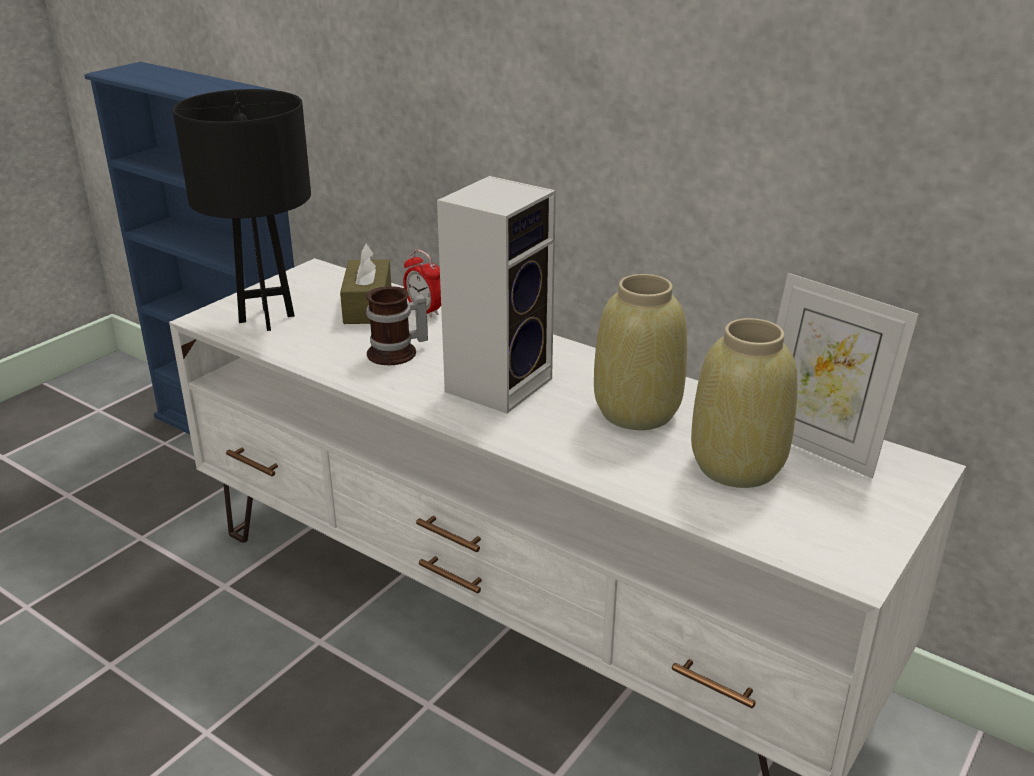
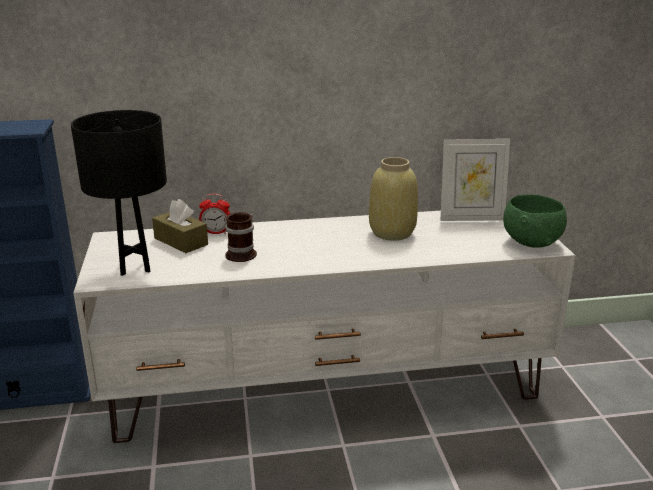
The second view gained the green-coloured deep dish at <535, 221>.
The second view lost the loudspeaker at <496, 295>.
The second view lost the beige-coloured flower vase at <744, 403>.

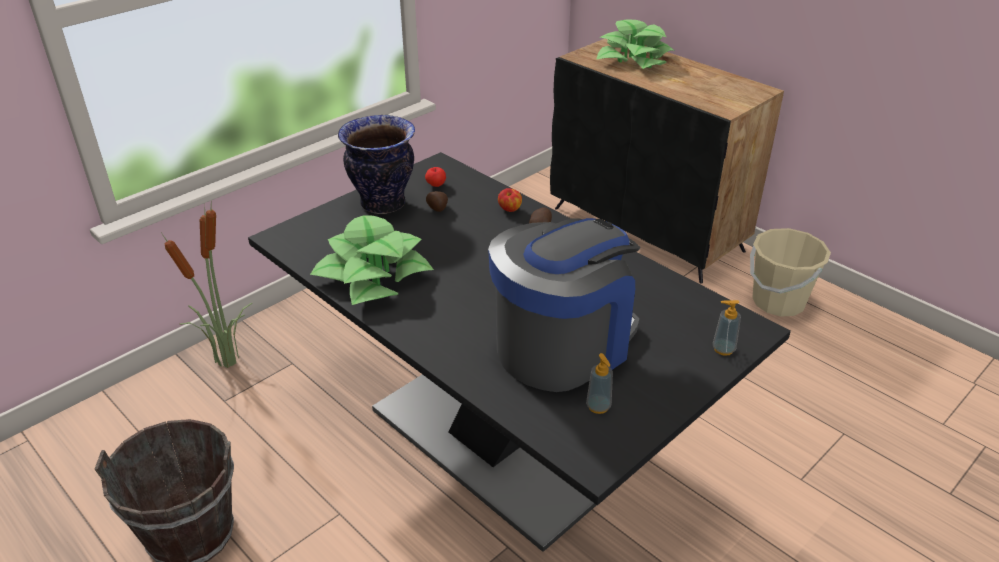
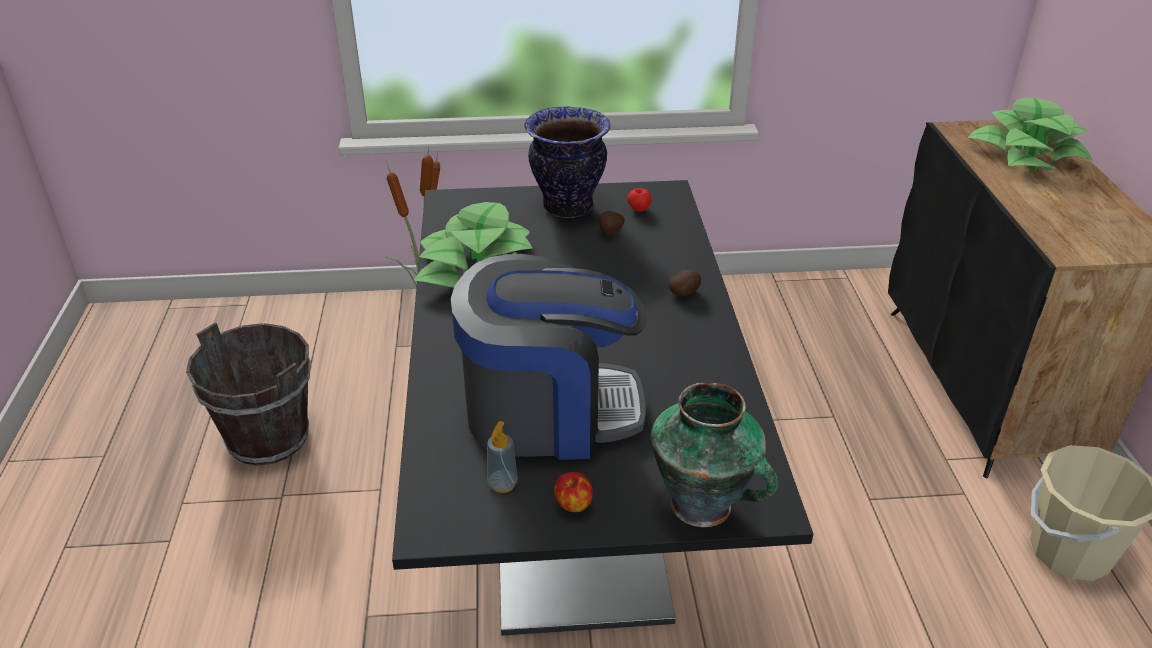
The apple fruit ended up elsewhere, having gone from <510, 200> to <573, 492>.
Where the soap dispenser stood at <727, 328>, the flower vase came to stand at <714, 455>.

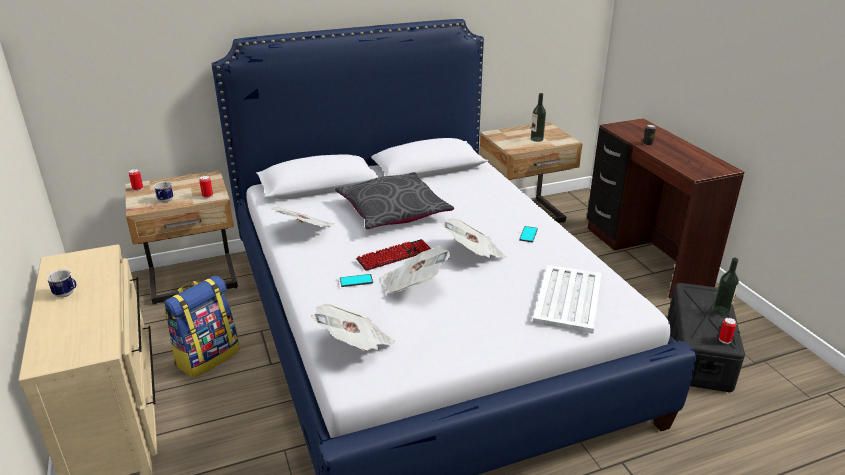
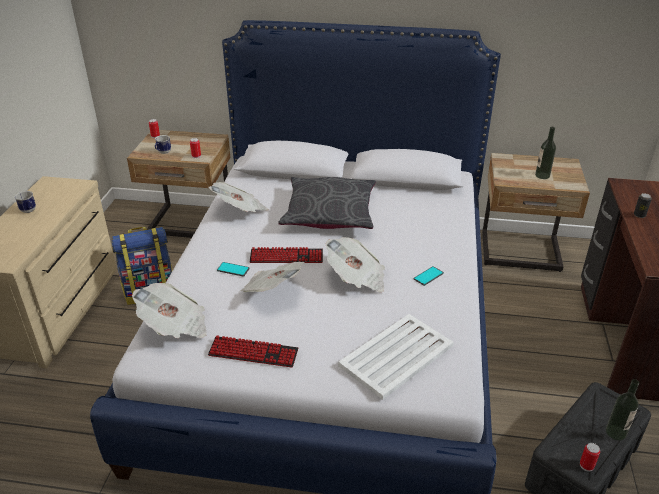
The second view gained the PC keyboard at <253, 351>.

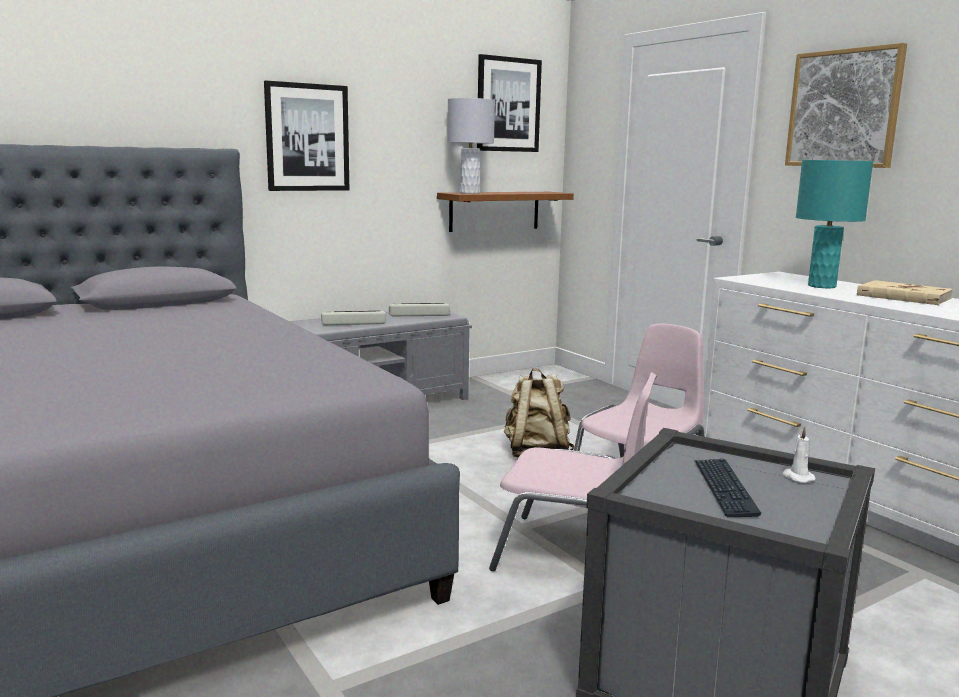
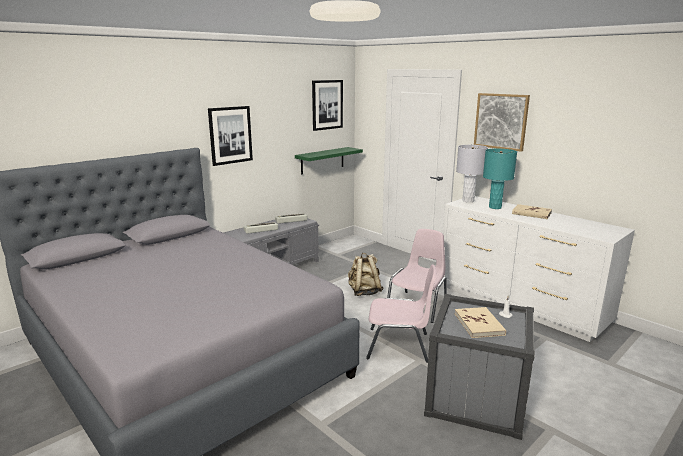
What was the brownish wall shelf at <505, 212> turned into the green-coloured wall shelf at <329, 161>.
Where the PC keyboard stood at <727, 488>, the beige-coloured book came to stand at <480, 322>.
The gray tabletop lamp ended up elsewhere, having gone from <471, 146> to <472, 173>.

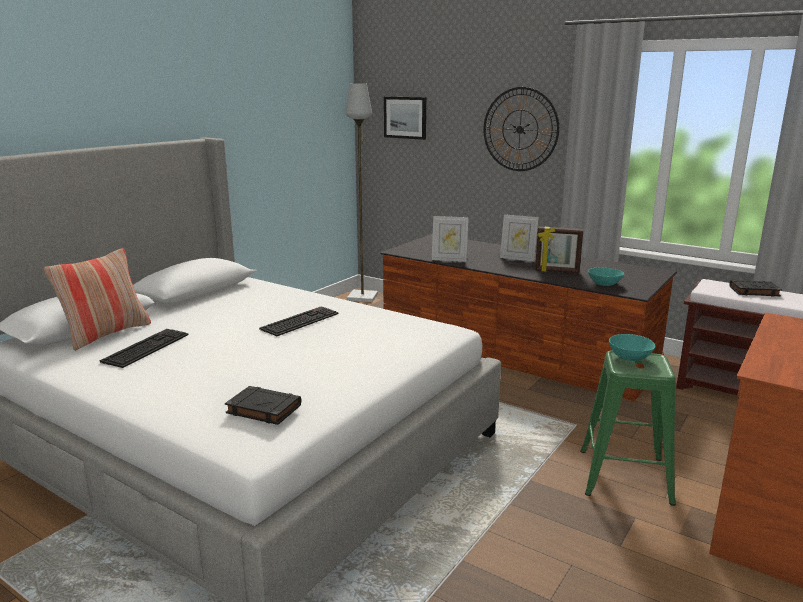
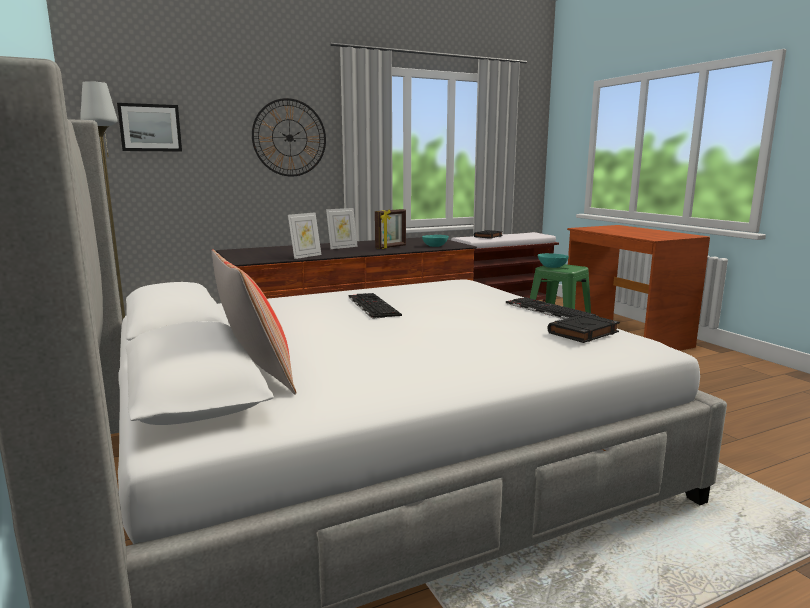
The PC keyboard ended up elsewhere, having gone from <144, 348> to <552, 308>.

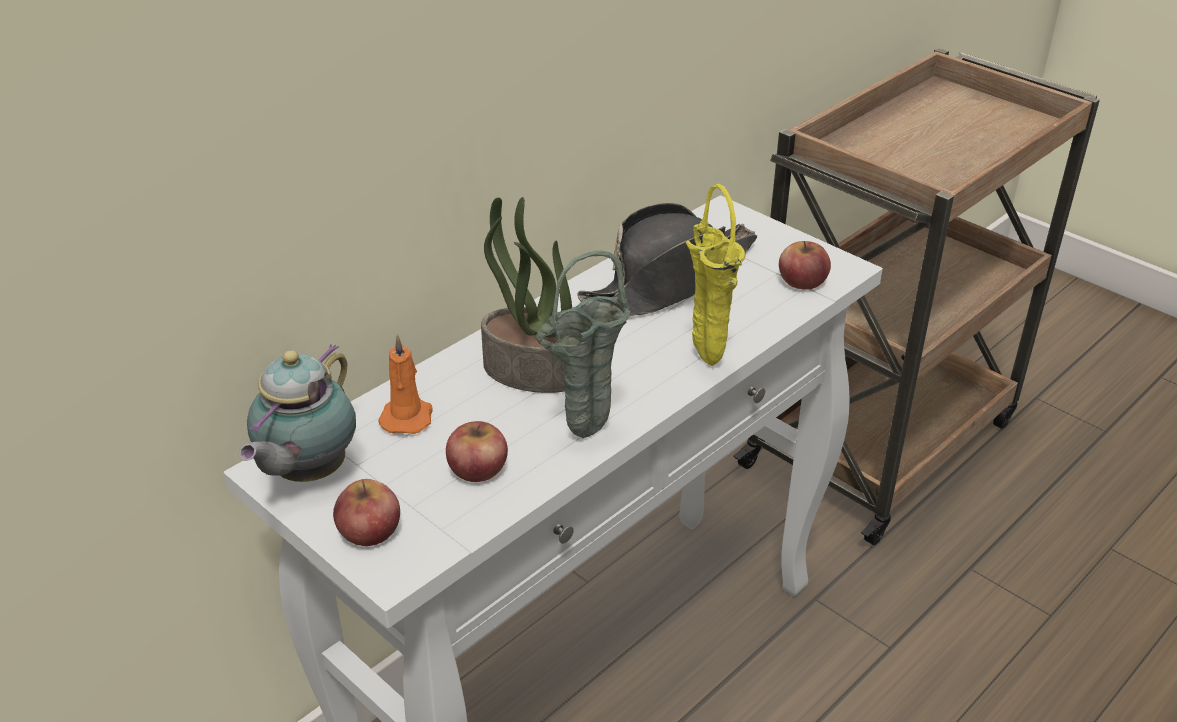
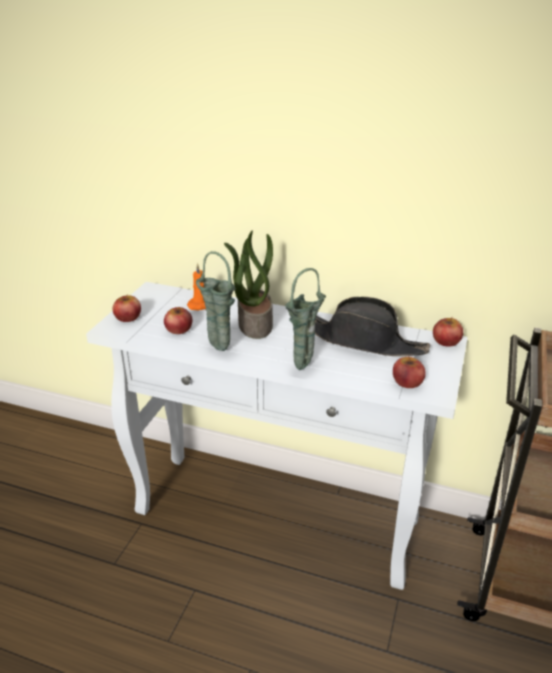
What was the yellowish flower vase at <715, 275> turned into the green-coloured flower vase at <305, 319>.
The second view gained the apple fruit at <448, 332>.
The second view lost the pot for tea at <297, 413>.

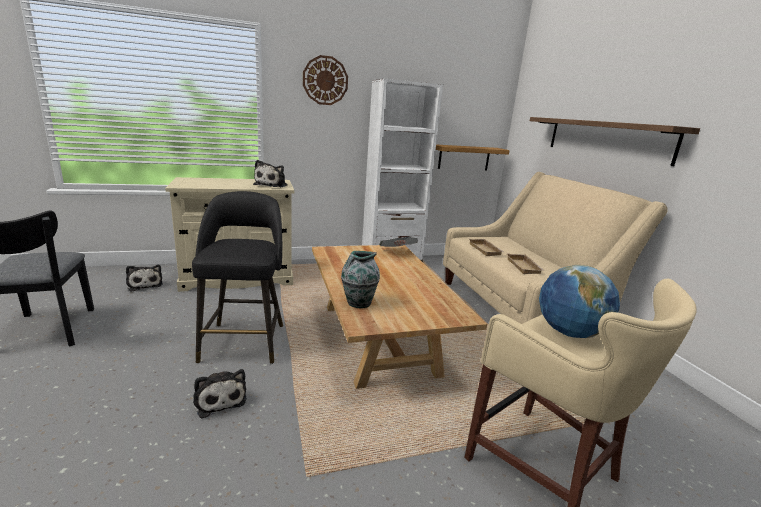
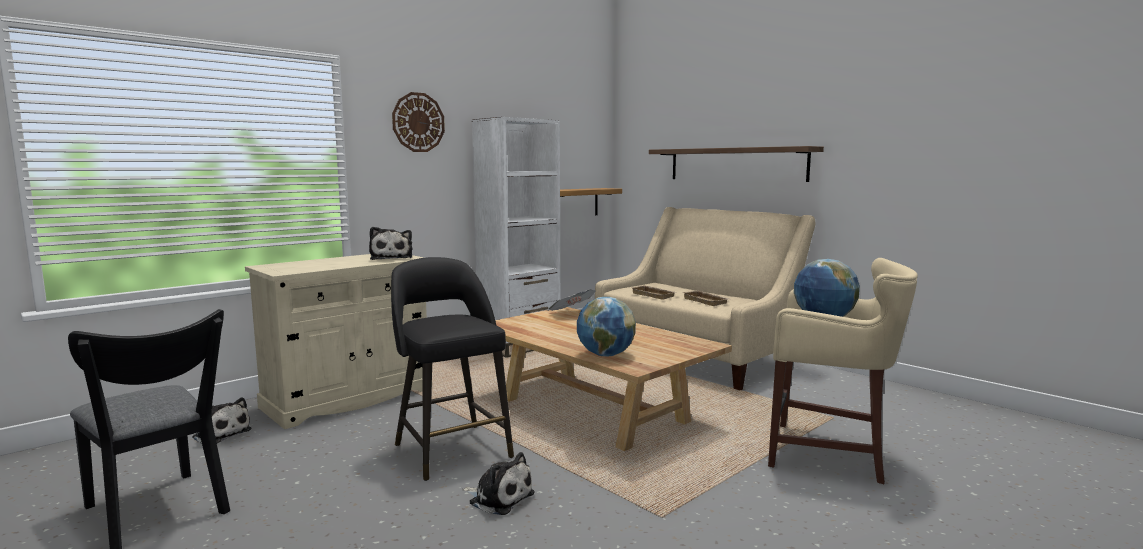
Where the flower vase stood at <360, 279>, the world globe came to stand at <606, 327>.

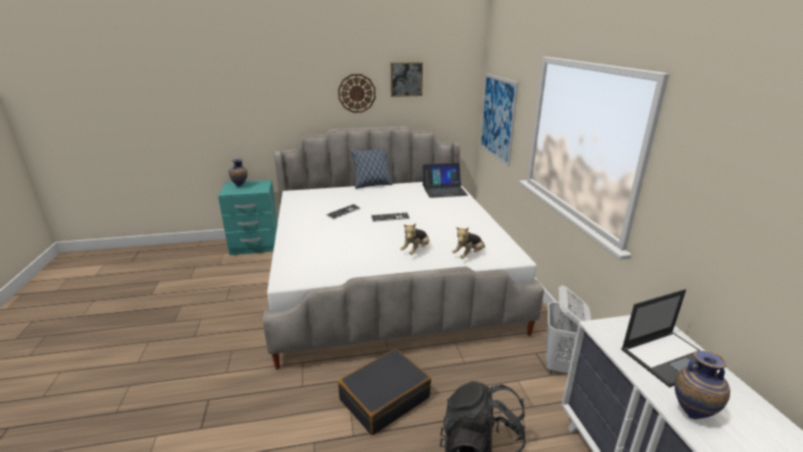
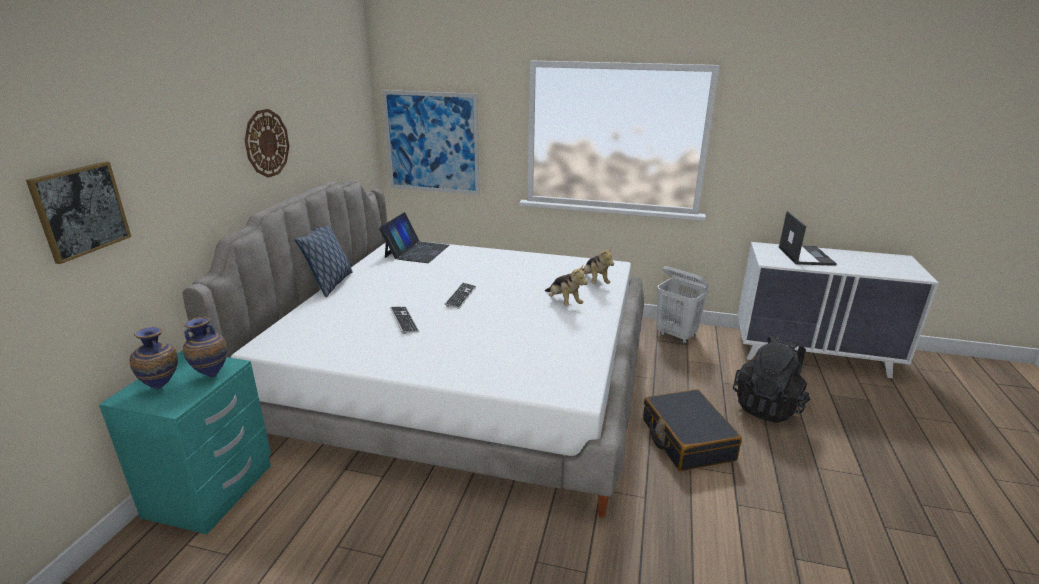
The wall picture ended up elsewhere, having gone from <407, 79> to <78, 212>.
The flower vase ended up elsewhere, having gone from <702, 385> to <205, 347>.

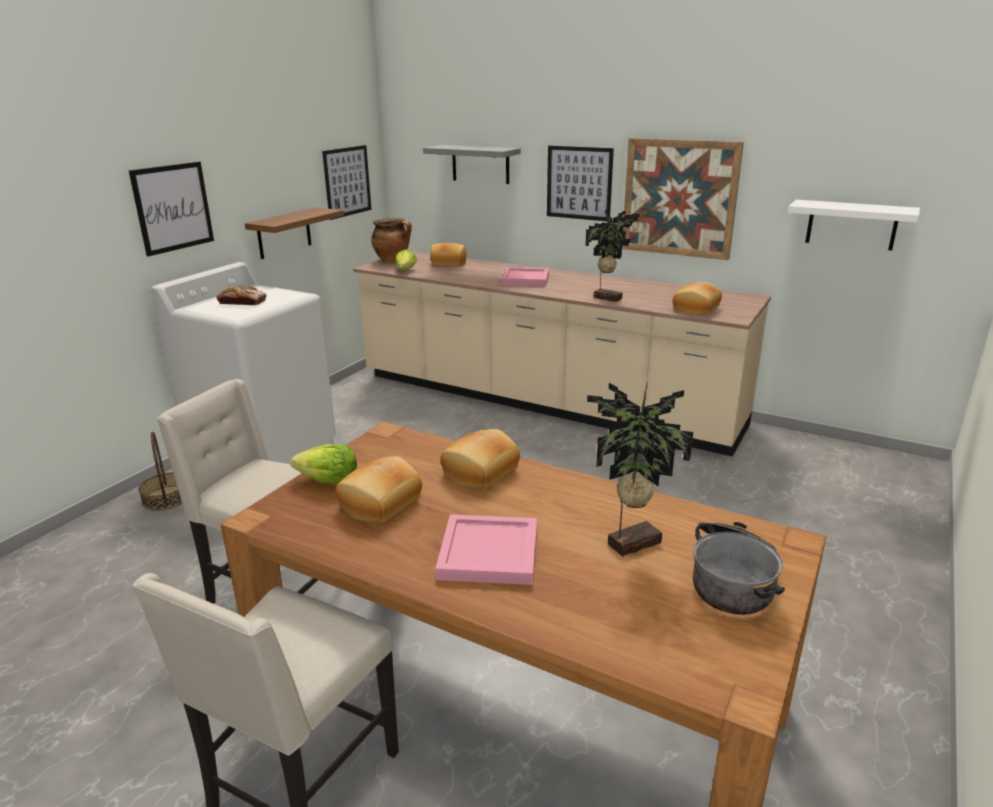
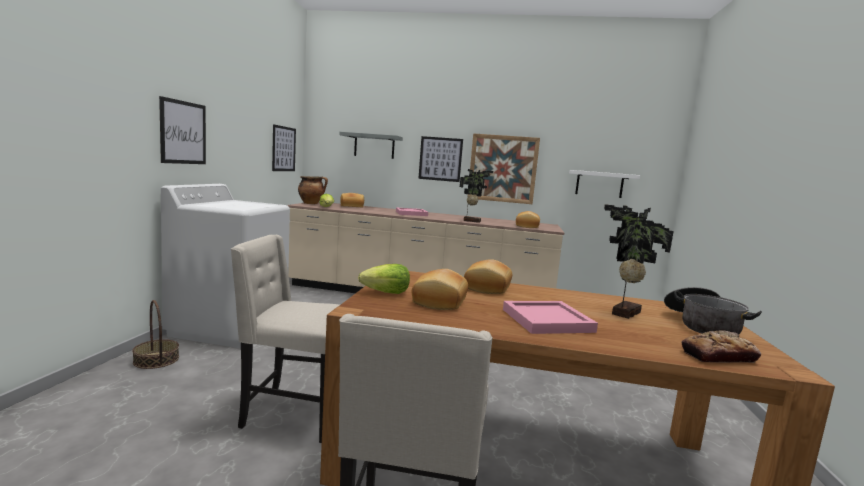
The baked bread ended up elsewhere, having gone from <241, 295> to <721, 346>.
The second view lost the brownish wall shelf at <294, 233>.

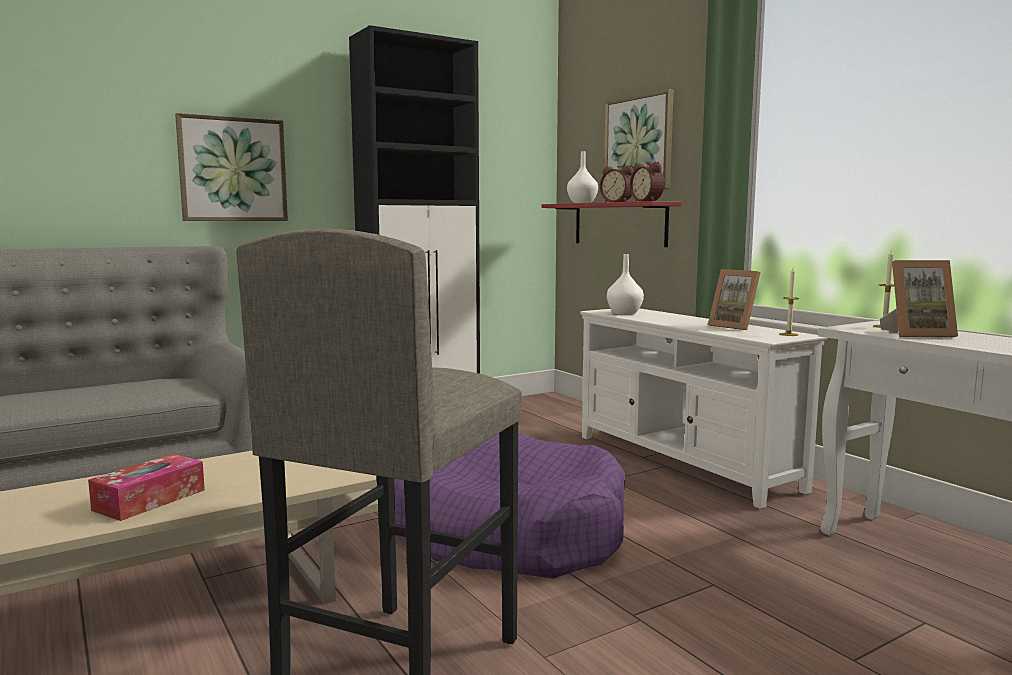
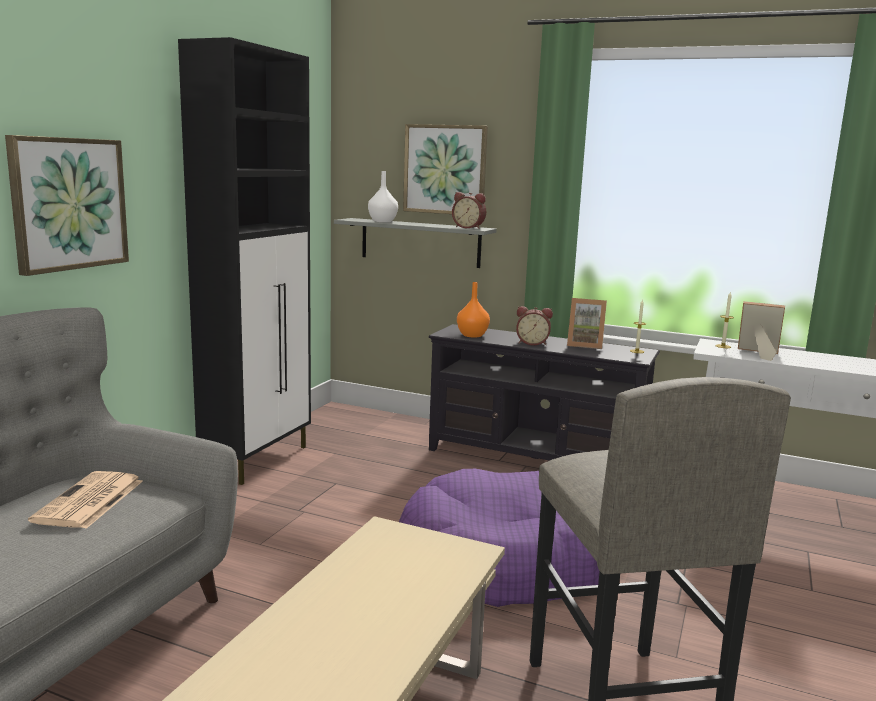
The second view gained the daily paper at <85, 500>.
What was the reddish wall shelf at <612, 224> turned into the gray wall shelf at <415, 243>.
What was the whitish tv unit at <704, 408> turned into the black-coloured tv unit at <544, 392>.
What was the whitish flower vase at <625, 284> turned into the orangey flower vase at <473, 310>.
The alarm clock ended up elsewhere, having gone from <616, 183> to <534, 326>.
The picture frame at <919, 298> ended up facing another way, 120 degrees counterclockwise from before.
The second view lost the tissue holder at <146, 487>.

